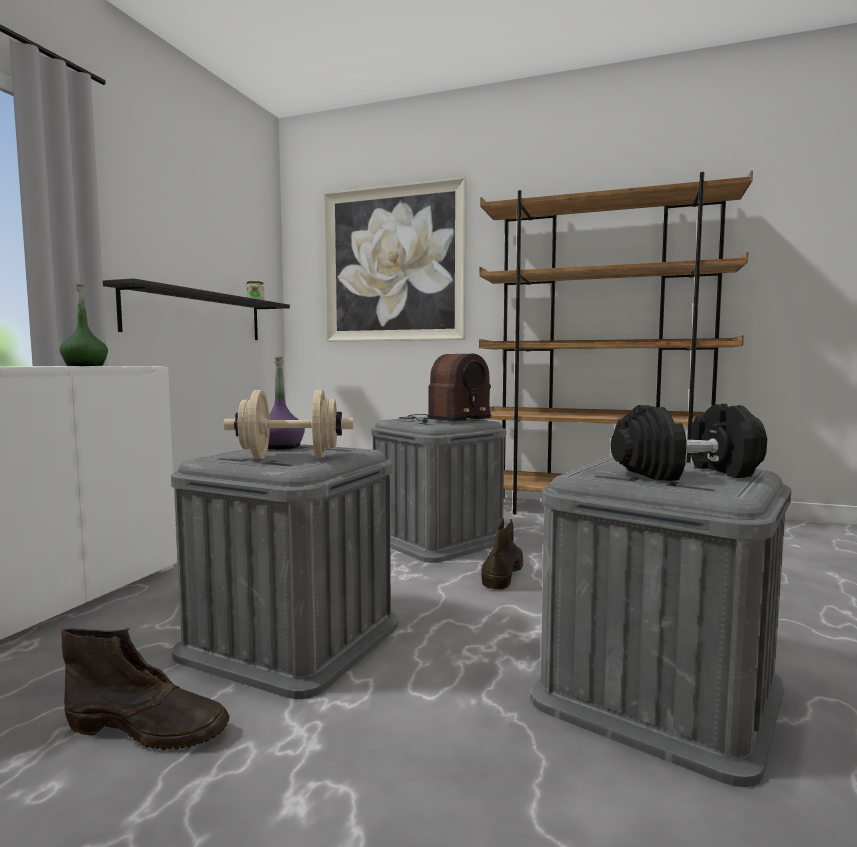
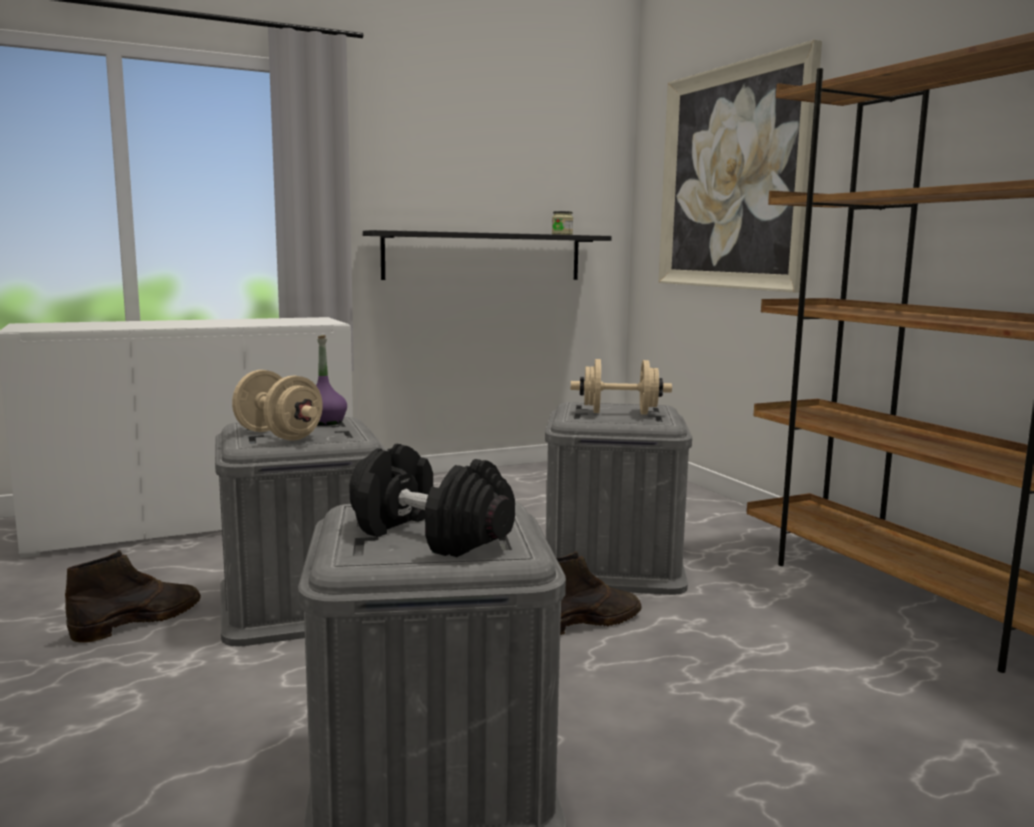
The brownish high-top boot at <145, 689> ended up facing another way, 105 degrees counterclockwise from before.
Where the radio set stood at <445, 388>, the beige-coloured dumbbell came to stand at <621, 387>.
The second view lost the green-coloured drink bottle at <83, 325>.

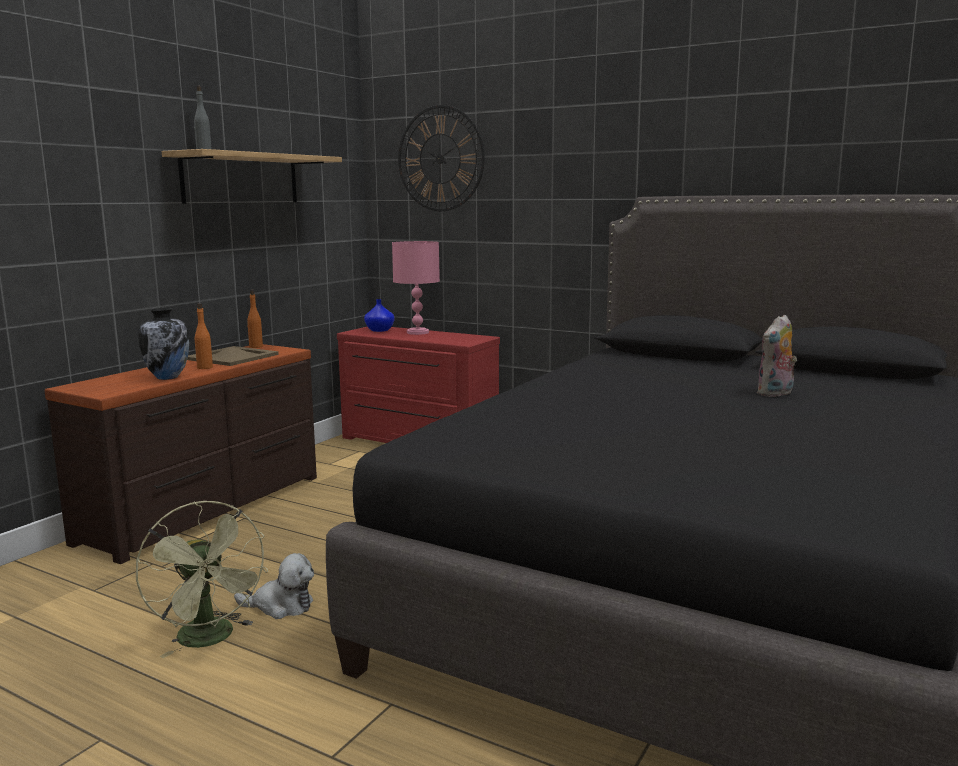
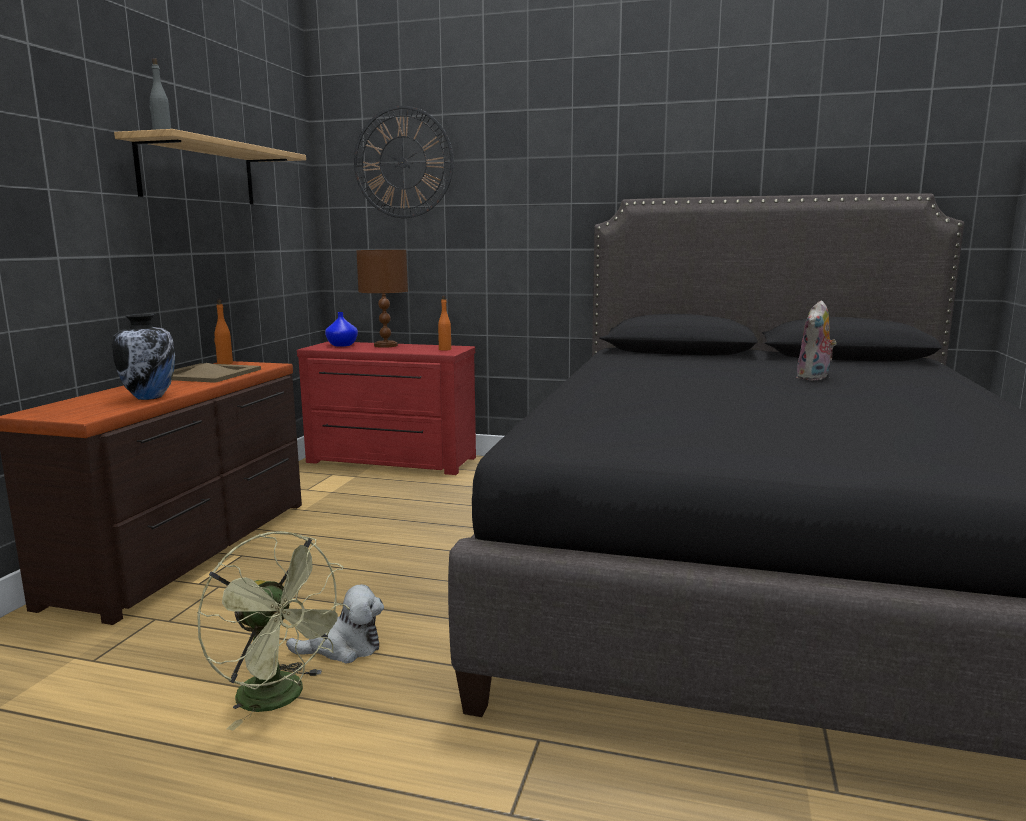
What was the pink-coloured tabletop lamp at <416, 288> turned into the brownish tabletop lamp at <382, 299>.
The orangey drink bottle ended up elsewhere, having gone from <204, 336> to <444, 323>.

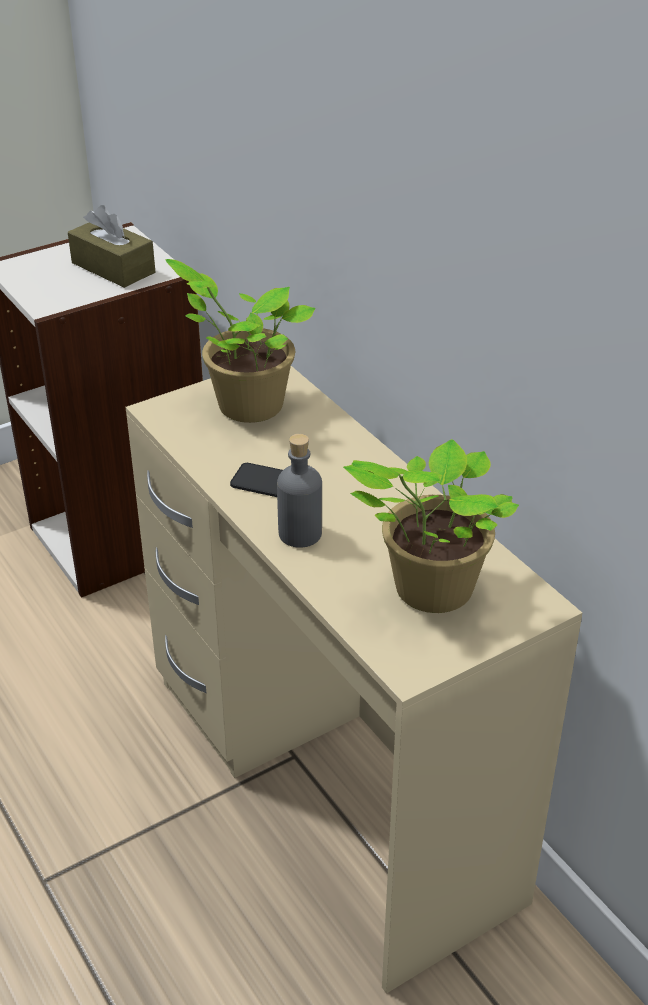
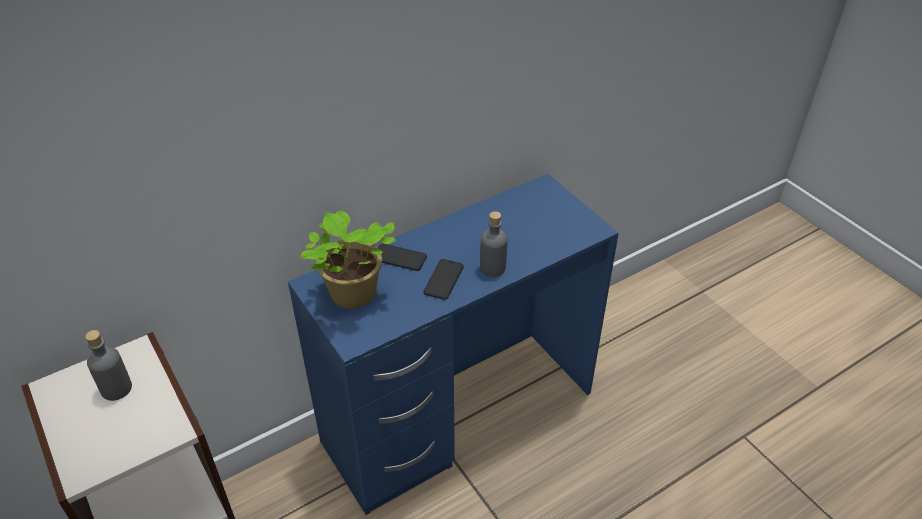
Where the brownish tissue holder stood at <111, 246>, the gray drink bottle came to stand at <108, 365>.
What was the beige-coloured desk at <354, 680> turned into the blue desk at <453, 344>.
The second view gained the handset at <402, 257>.
The second view lost the potted plant at <431, 526>.

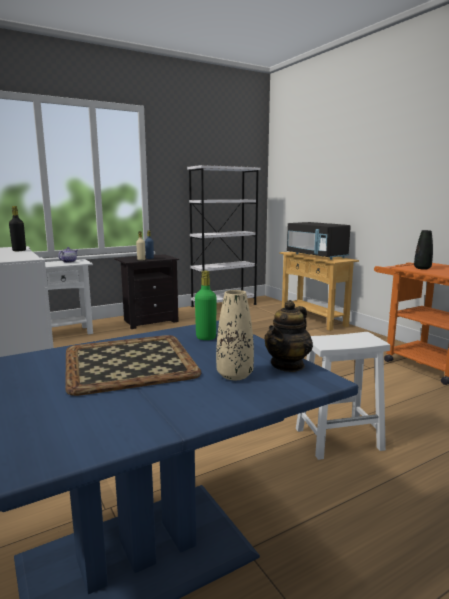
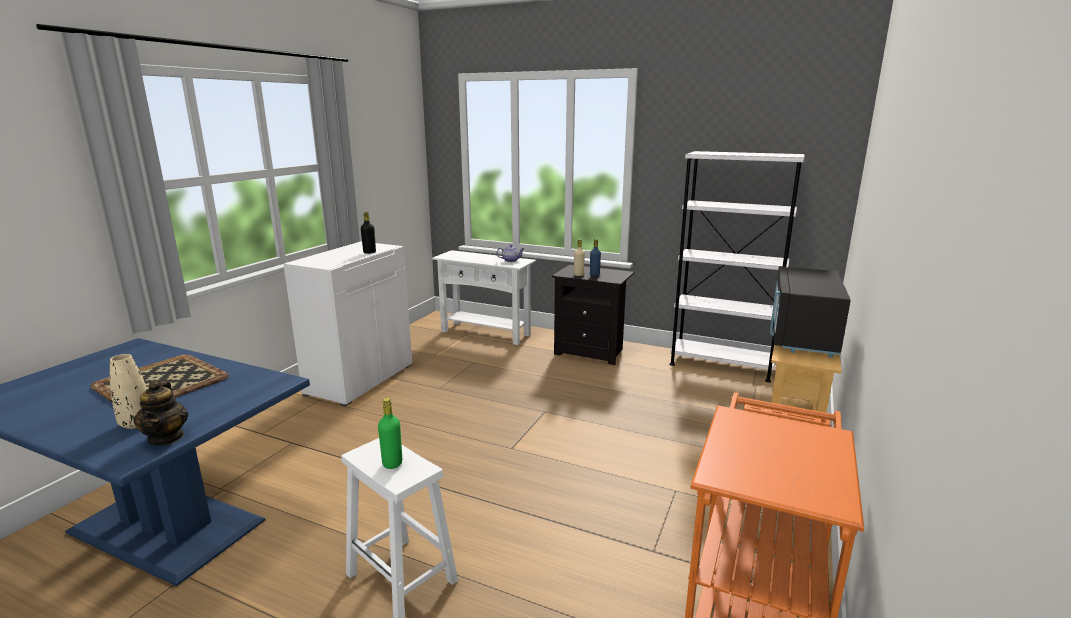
The pot for tea at <288, 336> ended up facing another way, 105 degrees counterclockwise from before.
The green-coloured drink bottle ended up elsewhere, having gone from <206, 305> to <390, 433>.
The second view lost the black-coloured flower vase at <423, 250>.

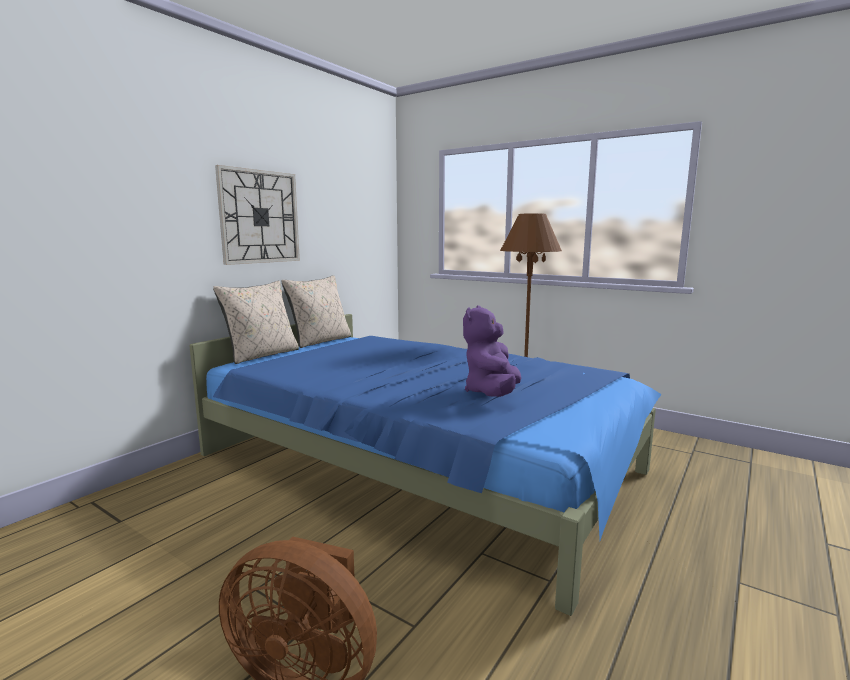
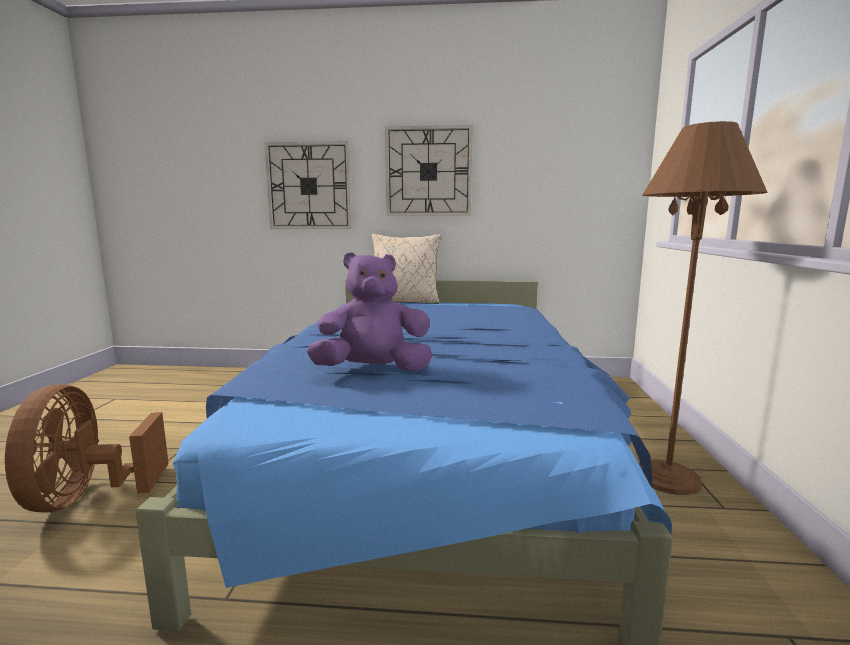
The second view gained the wall clock at <308, 185>.
The second view lost the beige-coloured throw pillow at <316, 311>.

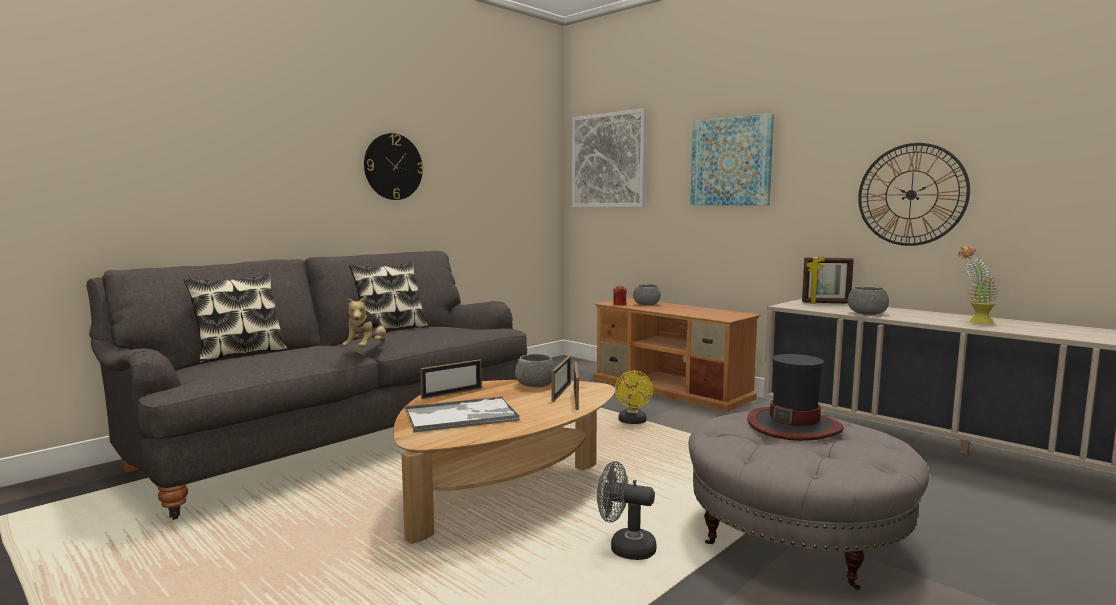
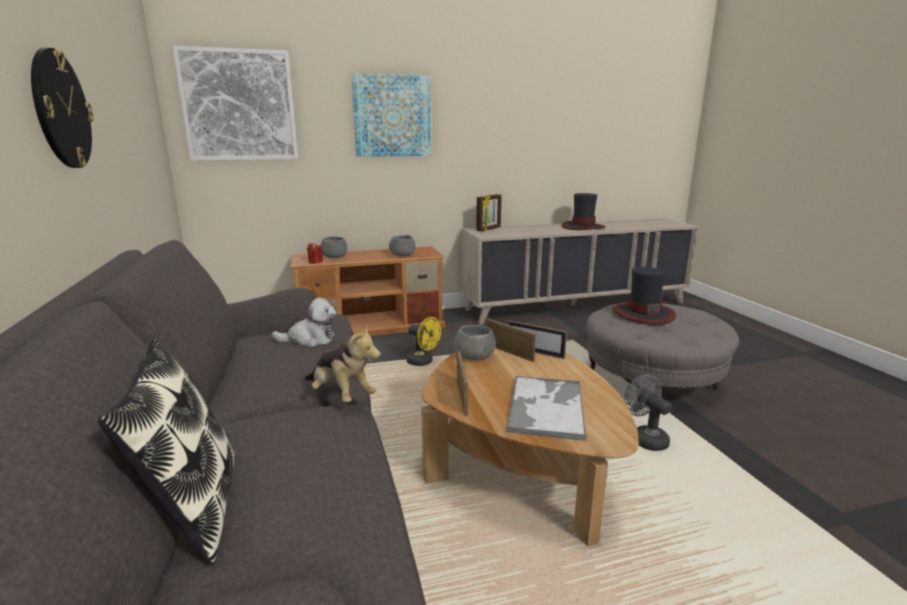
The second view gained the plush toy at <304, 322>.
The gray deep dish ended up elsewhere, having gone from <868, 301> to <402, 245>.
Where the potted plant stood at <978, 285>, the wearable hat came to stand at <583, 211>.
The gray electric fan at <626, 510> ended up facing another way, 105 degrees clockwise from before.
The second view lost the throw pillow at <388, 294>.
The second view lost the wall clock at <914, 194>.

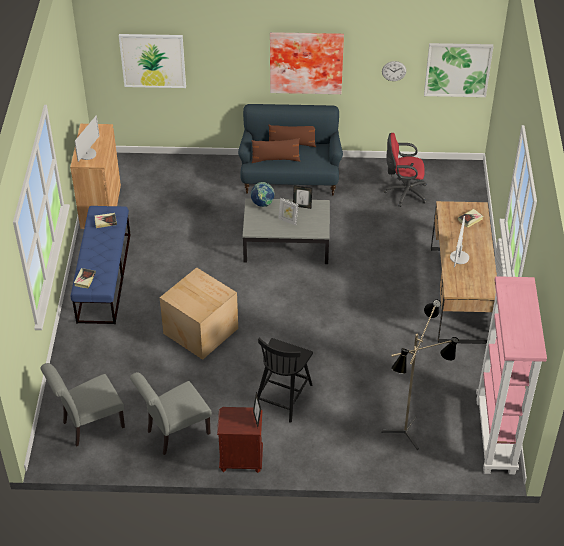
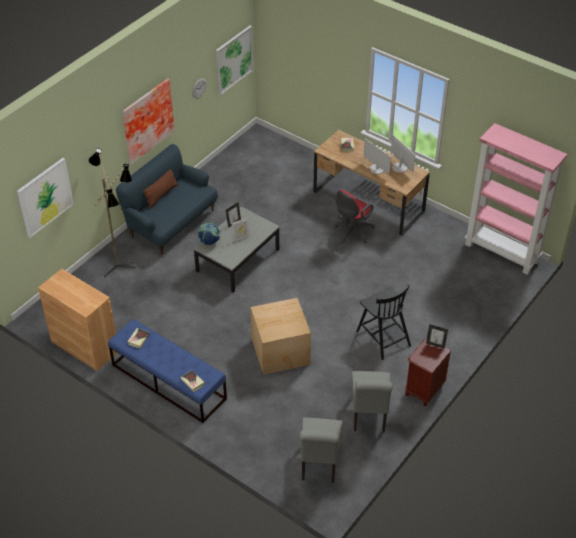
The standing lamp ended up elsewhere, having gone from <420, 375> to <112, 212>.
The reddish desk chair ended up elsewhere, having gone from <405, 170> to <355, 216>.
The computer display ended up elsewhere, having gone from <86, 139> to <403, 153>.
The second view lost the brownish throw pillow at <275, 150>.

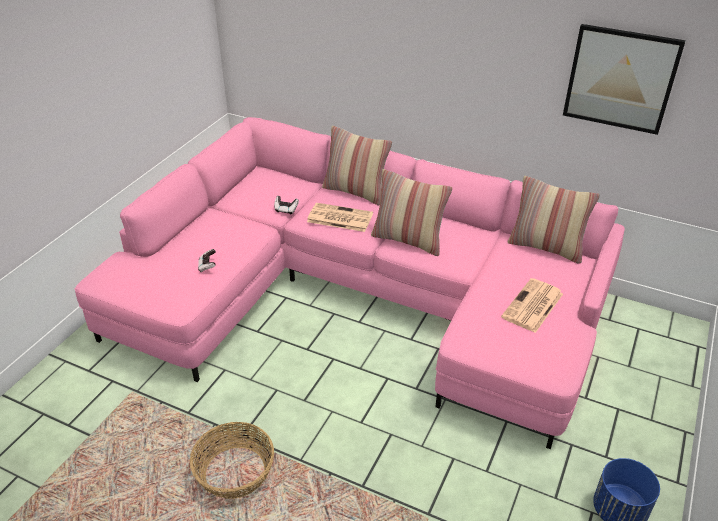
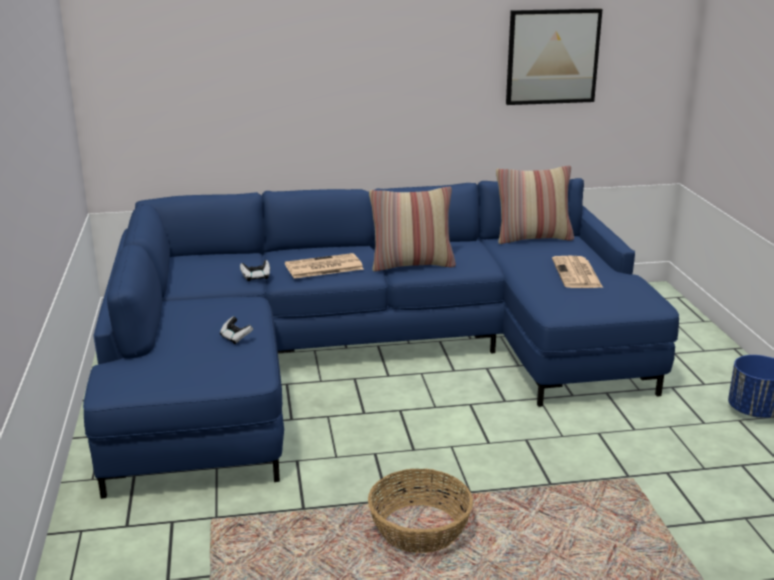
What was the pink-coloured settee at <349, 283> turned into the blue settee at <381, 338>.
The second view lost the throw pillow at <357, 166>.

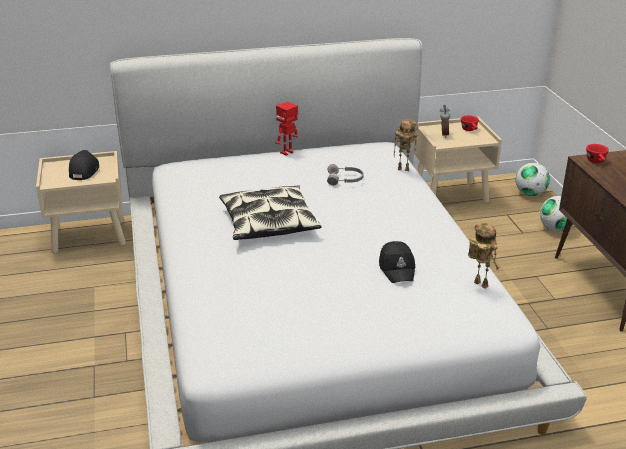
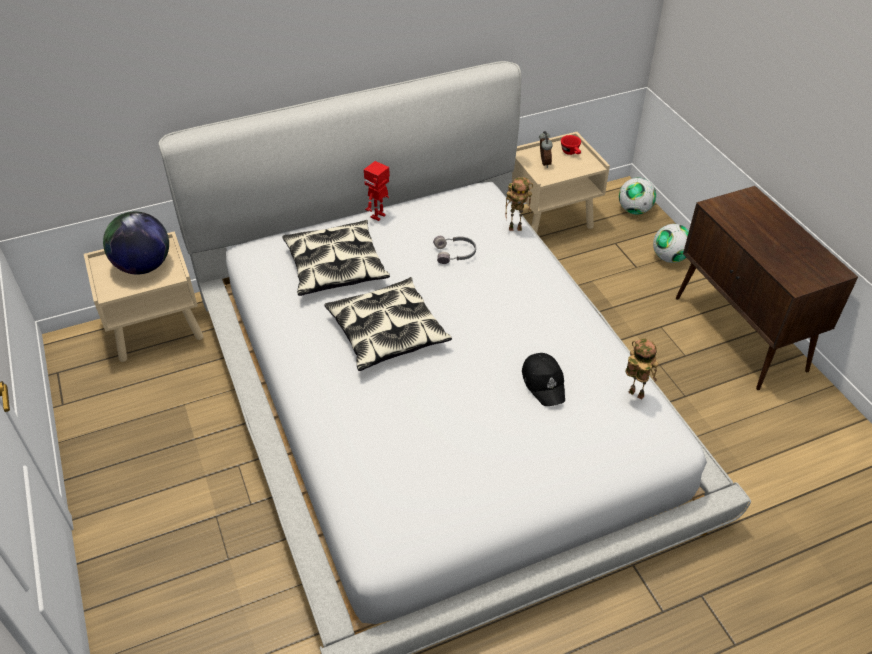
Where the black-coloured peaked cap stood at <84, 165>, the world globe came to stand at <136, 243>.
The second view gained the throw pillow at <336, 258>.
The second view lost the reddish small cup at <597, 153>.

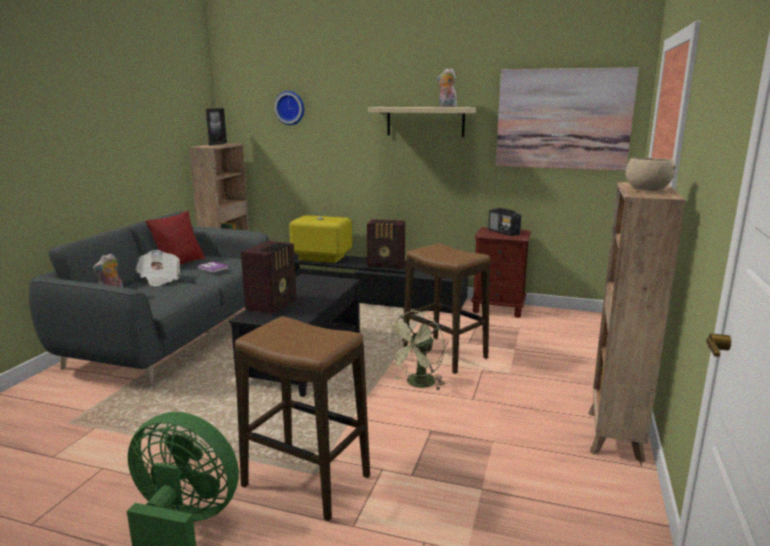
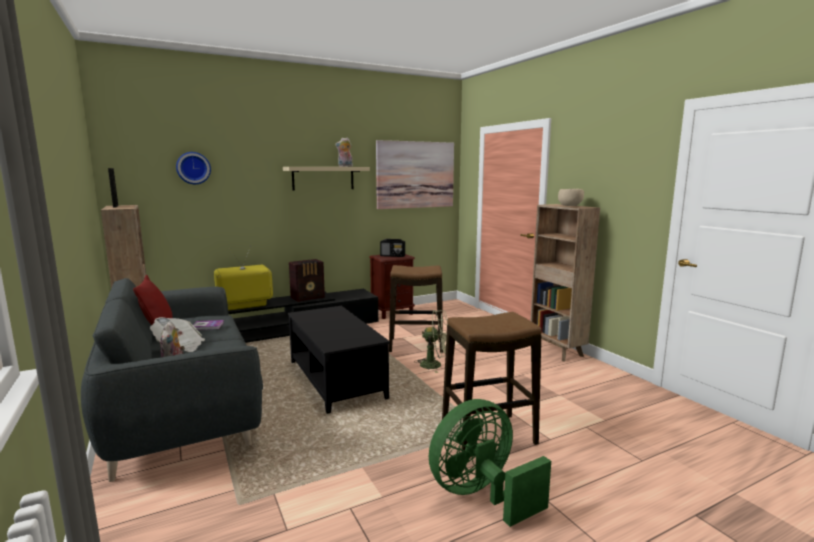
The green-coloured electric fan at <415, 350> ended up facing another way, 75 degrees counterclockwise from before.
The second view lost the radio set at <268, 277>.

